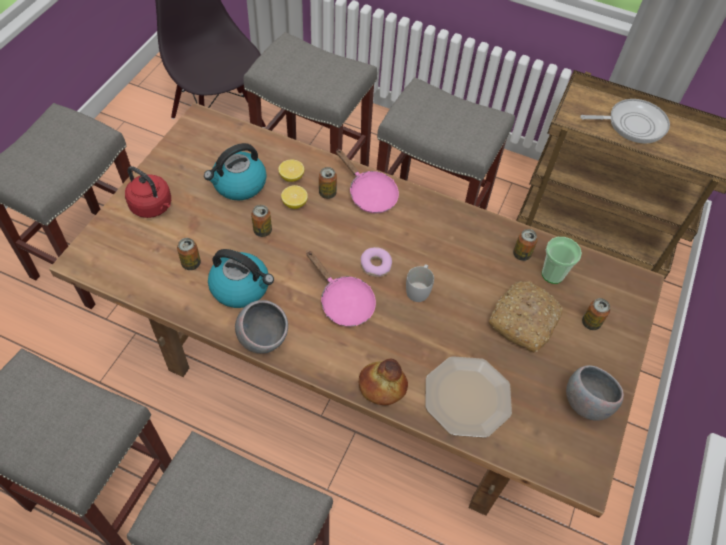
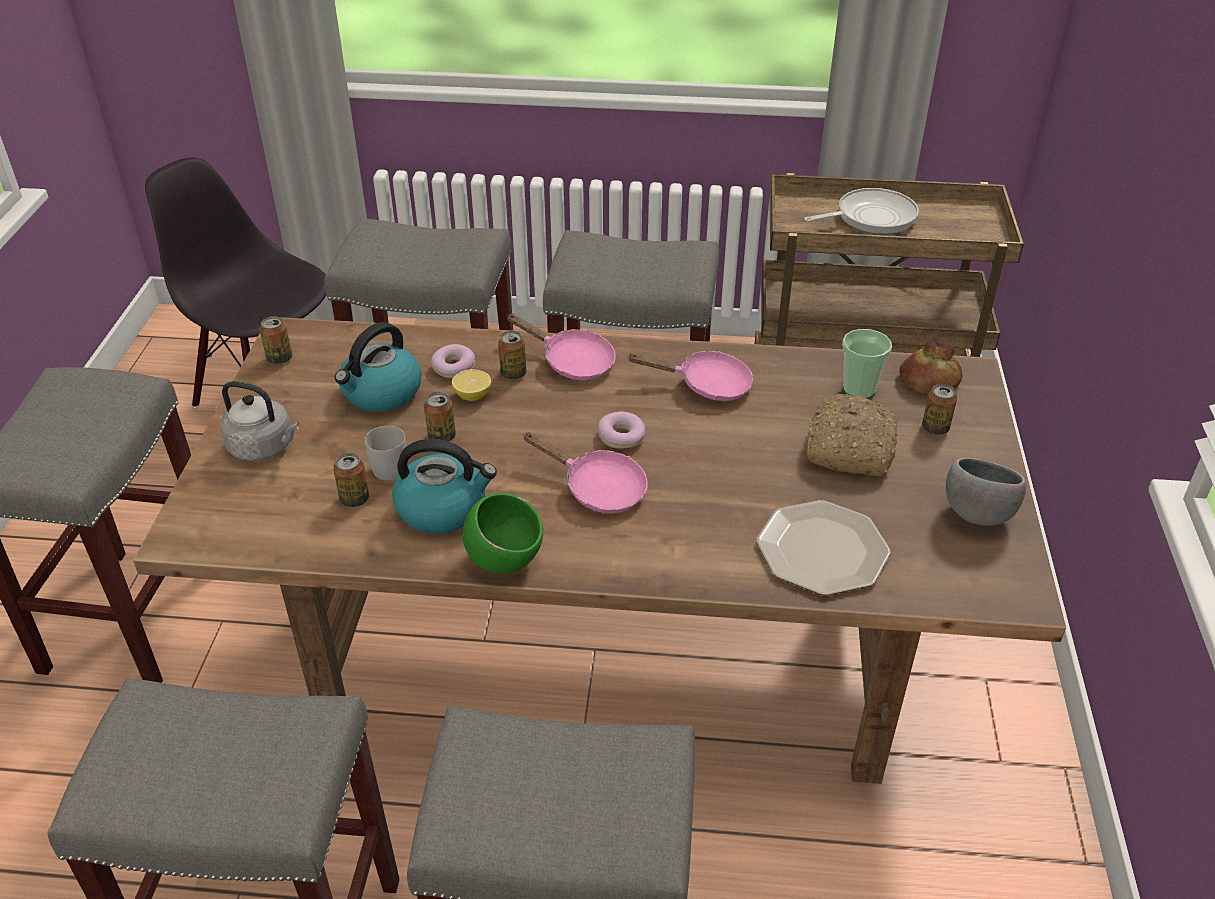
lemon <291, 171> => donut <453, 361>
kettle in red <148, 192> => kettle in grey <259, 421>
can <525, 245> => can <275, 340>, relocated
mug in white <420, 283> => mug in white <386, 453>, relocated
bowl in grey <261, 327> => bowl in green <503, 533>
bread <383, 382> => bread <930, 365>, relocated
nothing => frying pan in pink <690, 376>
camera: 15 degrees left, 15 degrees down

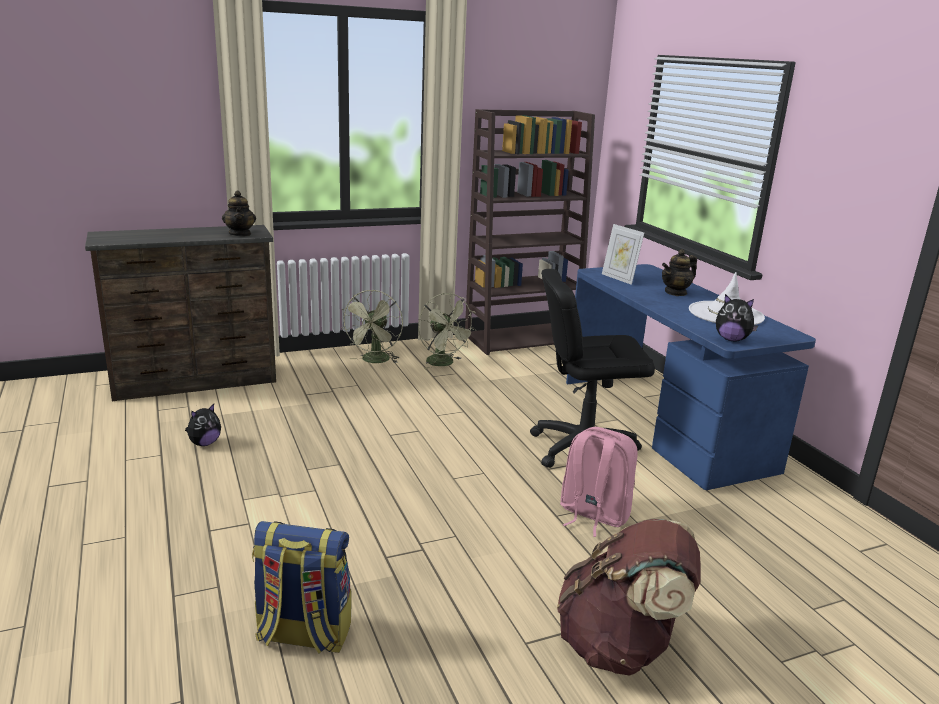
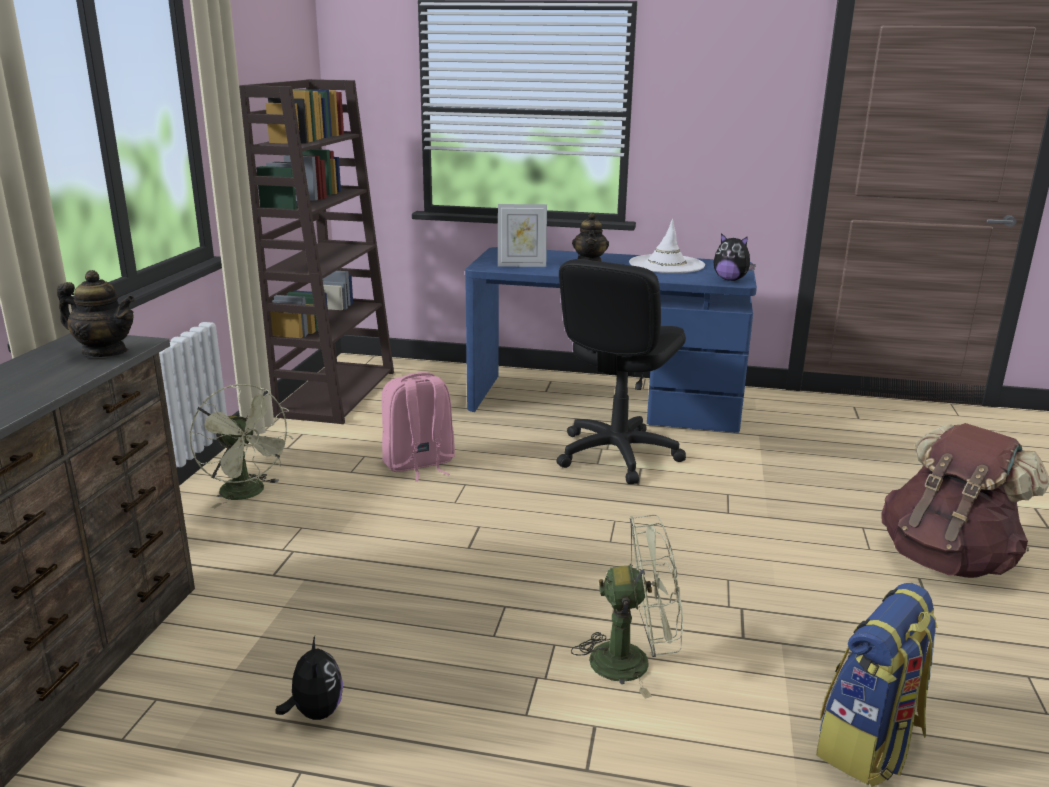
fan in green <447, 331> => fan in green <627, 607>, relocated
plush toy <737, 318> => plush toy <734, 257>, 60 degrees clockwise
backpack in pink <599, 482> => backpack in pink <418, 426>, relocated
camera: 55 degrees left, 0 degrees up

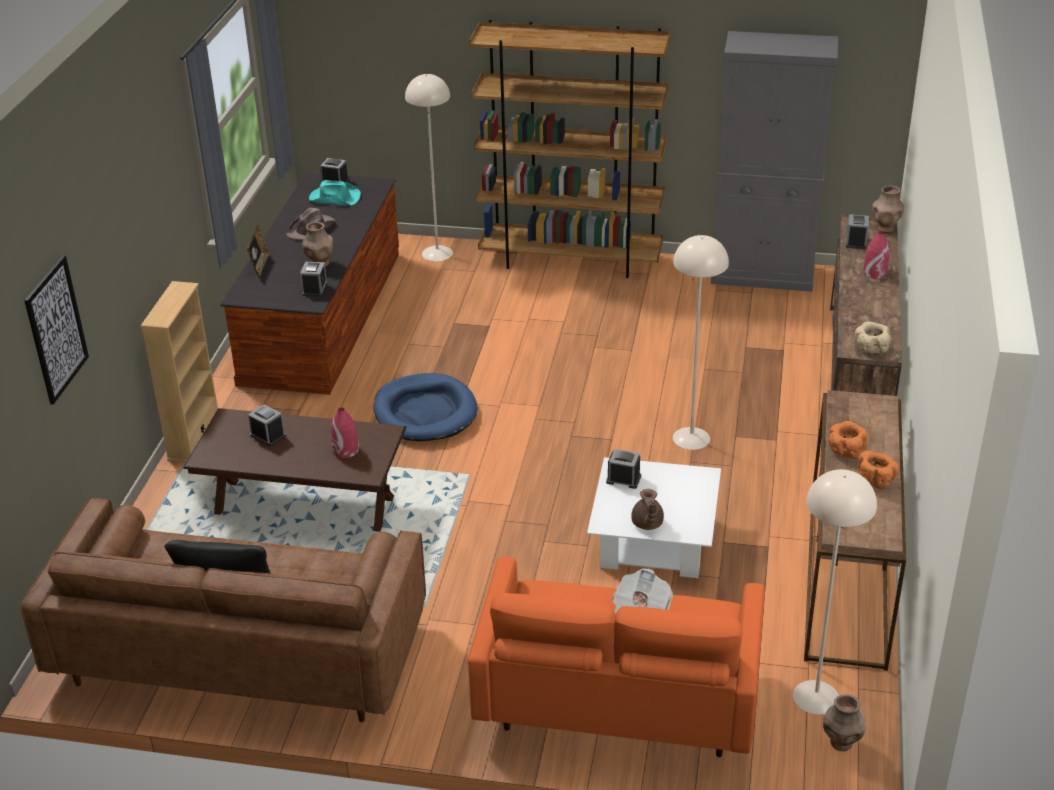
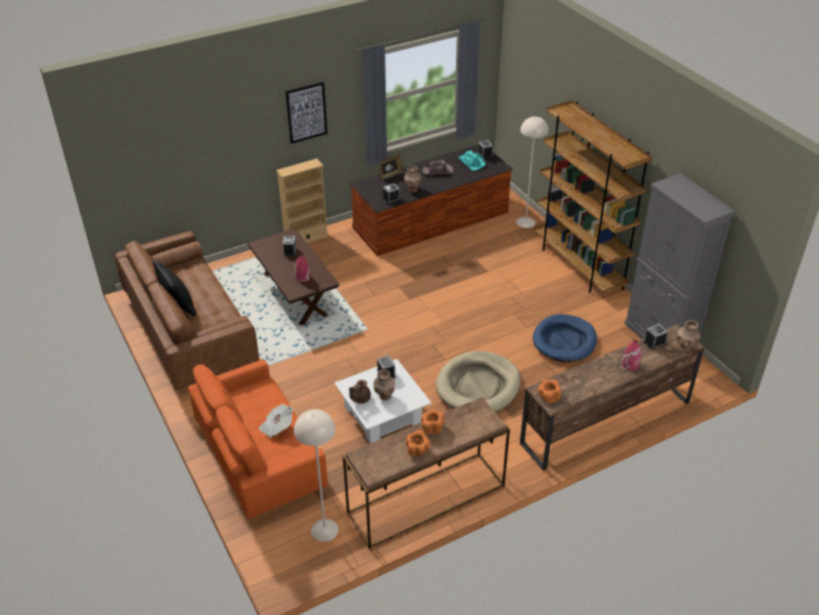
floor lamp in beige <701, 342> => dog bed in beige <478, 381>
picture <56, 330> => picture <306, 113>, relocated
bowl in beige <873, 337> => bowl in orange <549, 391>
dog bed in blue <425, 407> => dog bed in blue <565, 338>, relocated
vase in brown <844, 722> => vase in brown <384, 385>, relocated
camera: 50 degrees right, 5 degrees up

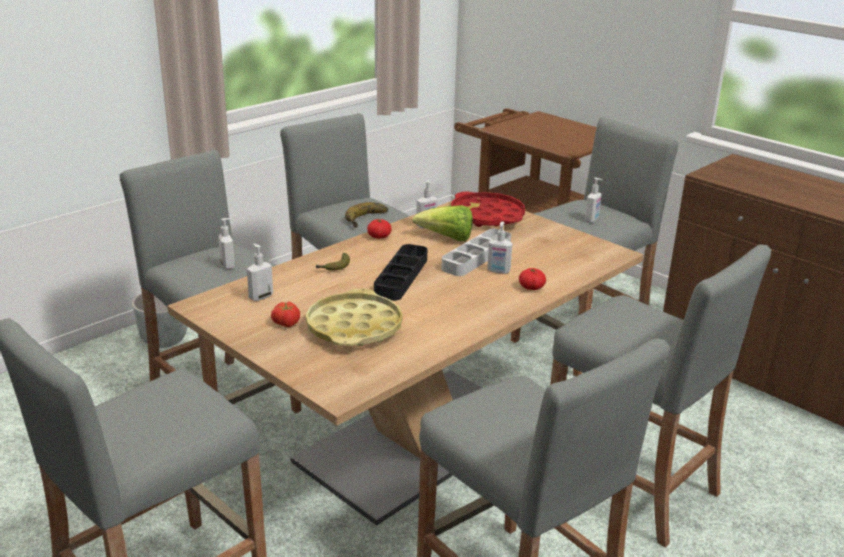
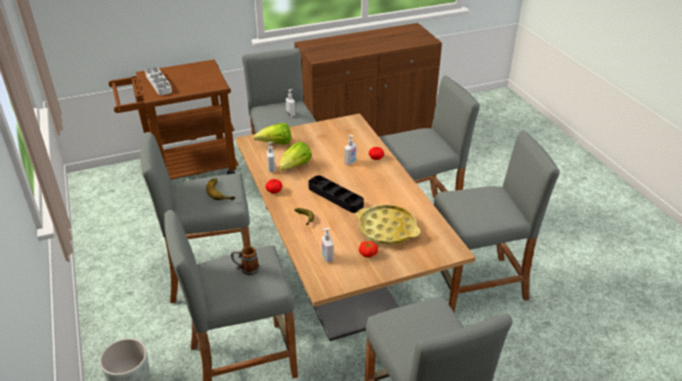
tray in red <488, 209> => lettuce <272, 134>
soap dispenser <226, 243> => mug <245, 260>
tray in grey <476, 252> => tray in grey <158, 81>, relocated
camera: 65 degrees left, 10 degrees up

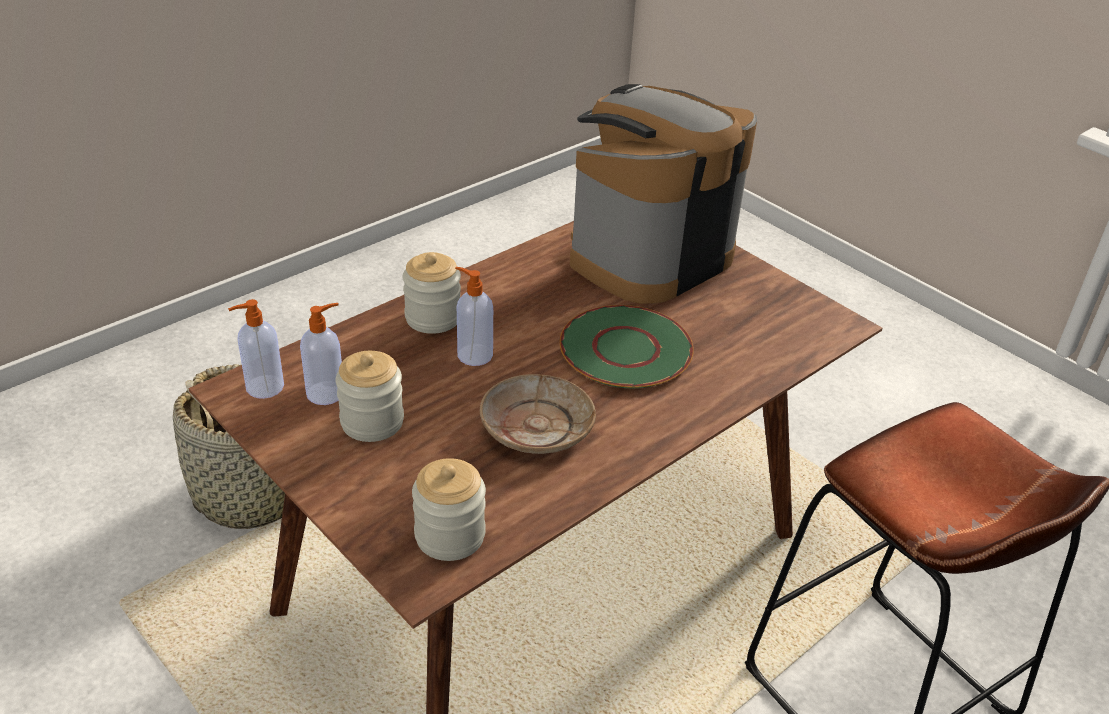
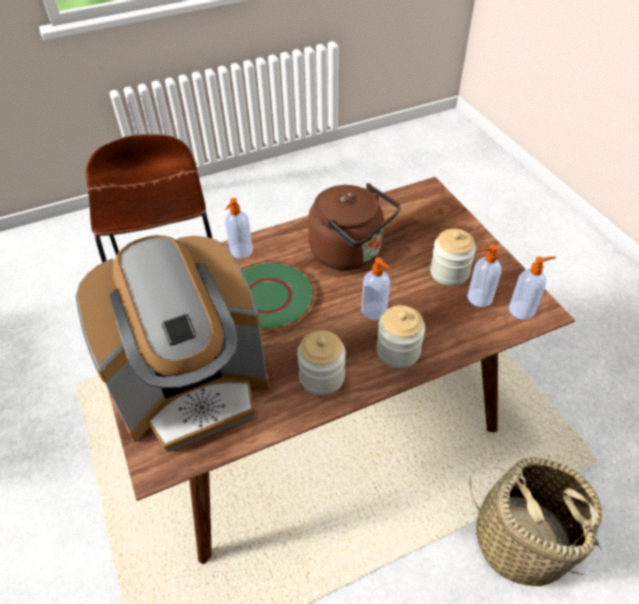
plate in beige <538, 414> => kettle in brown <354, 227>
jar <449, 509> => jar <321, 363>, relocated
nothing => soap dispenser <239, 228>
camera: 160 degrees left, 10 degrees up

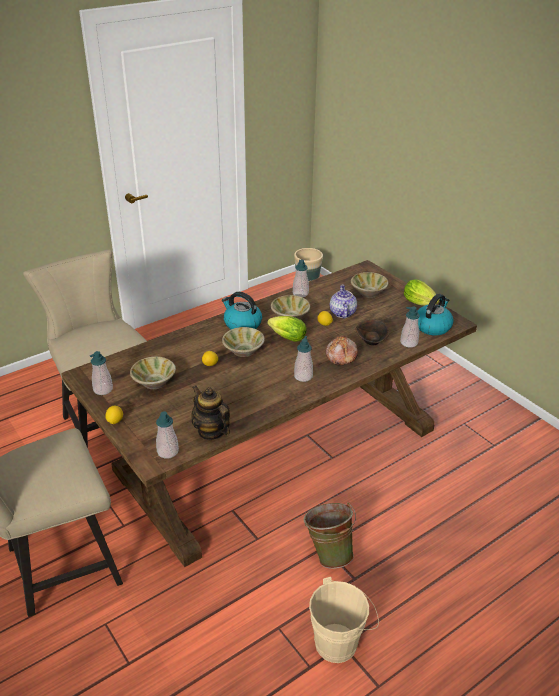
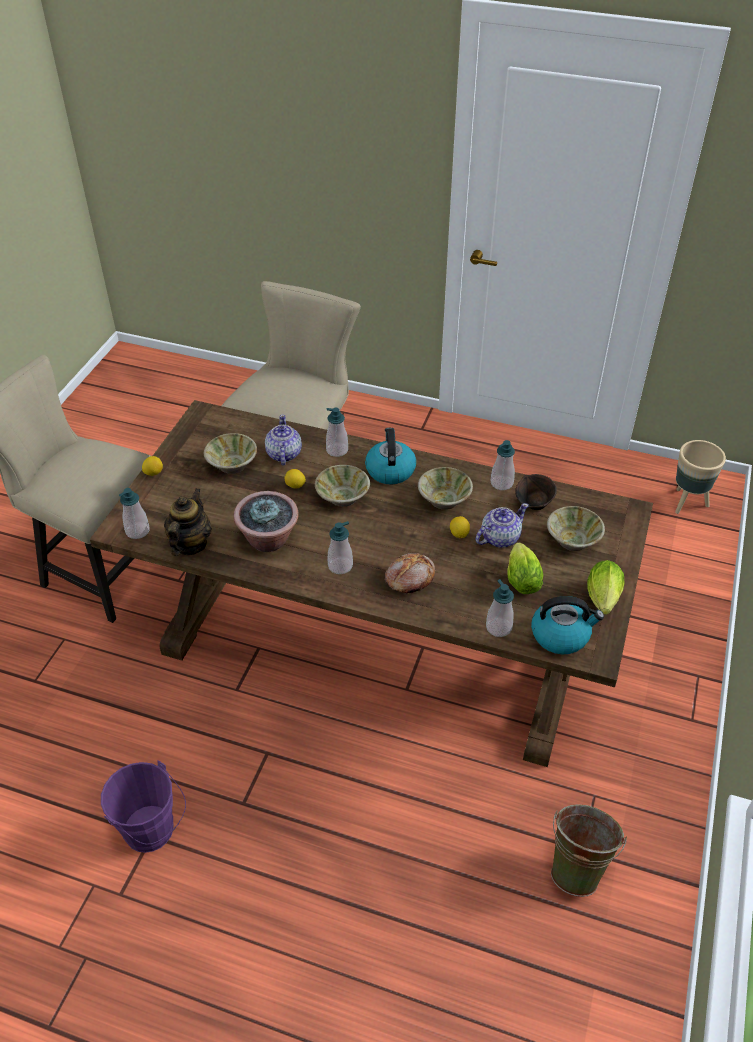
lettuce <287, 329> => lettuce <525, 568>, relocated
bowl in brown <372, 332> => bowl in brown <536, 492>, relocated
soap dispenser <101, 373> => soap dispenser <337, 432>, relocated
bucket in green <330, 535> => bucket in green <589, 850>, relocated
bucket in beige <344, 620> => bucket in purple <143, 806>
nothing => teapot <283, 439>
nothing => potted plant <266, 521>
camera: 55 degrees right, 10 degrees up

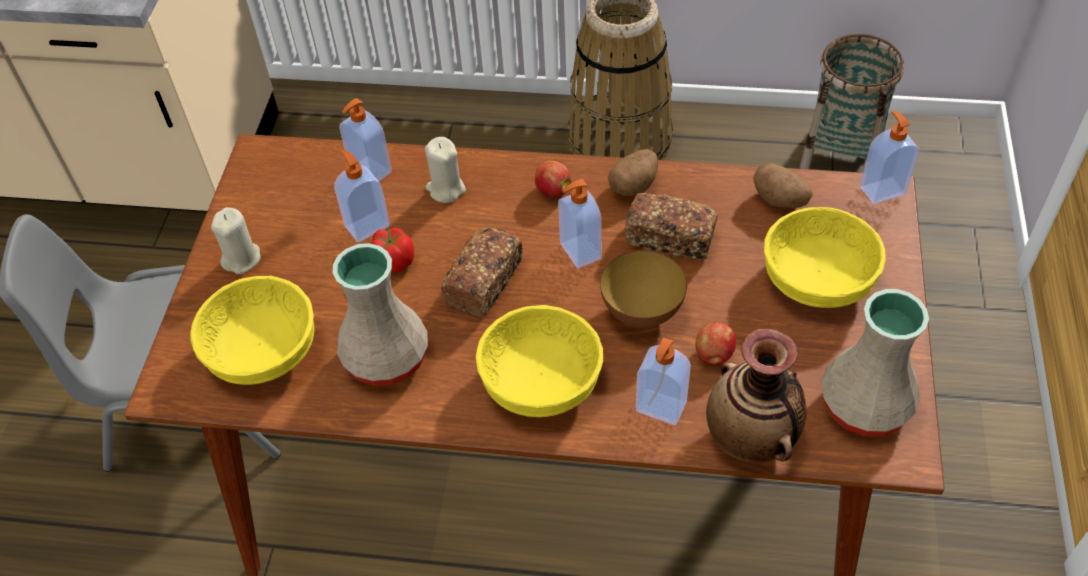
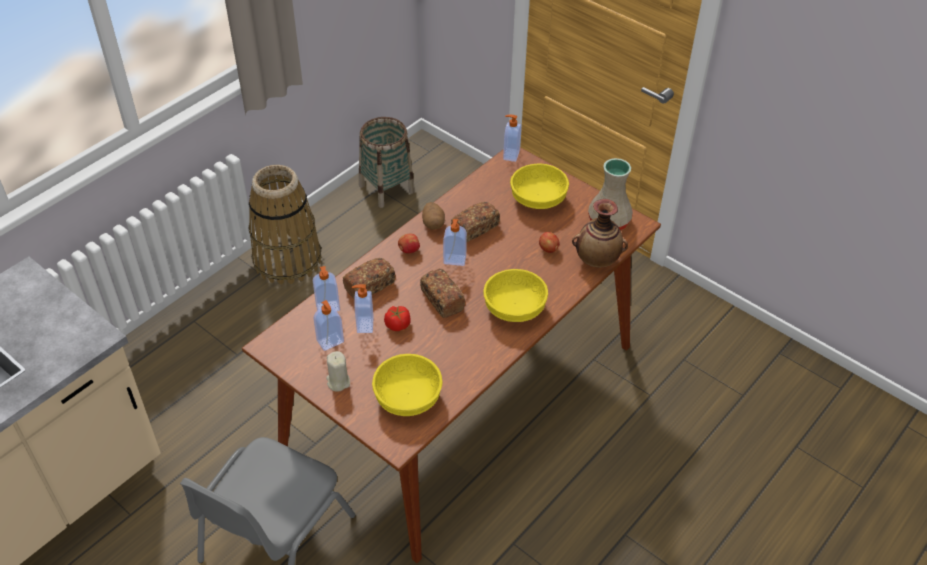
candle in beige <445, 170> => bread <369, 278>
potato <783, 185> => nothing
vase in beige <380, 314> => nothing
bowl <643, 289> => nothing
soap dispenser <663, 381> => soap dispenser <329, 325>, relocated
camera: 60 degrees left, 5 degrees down

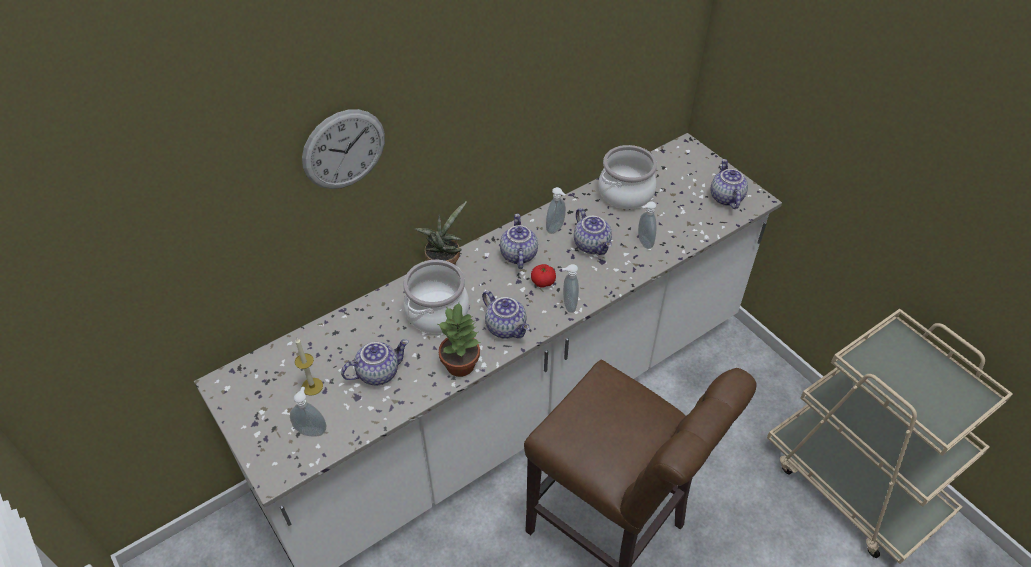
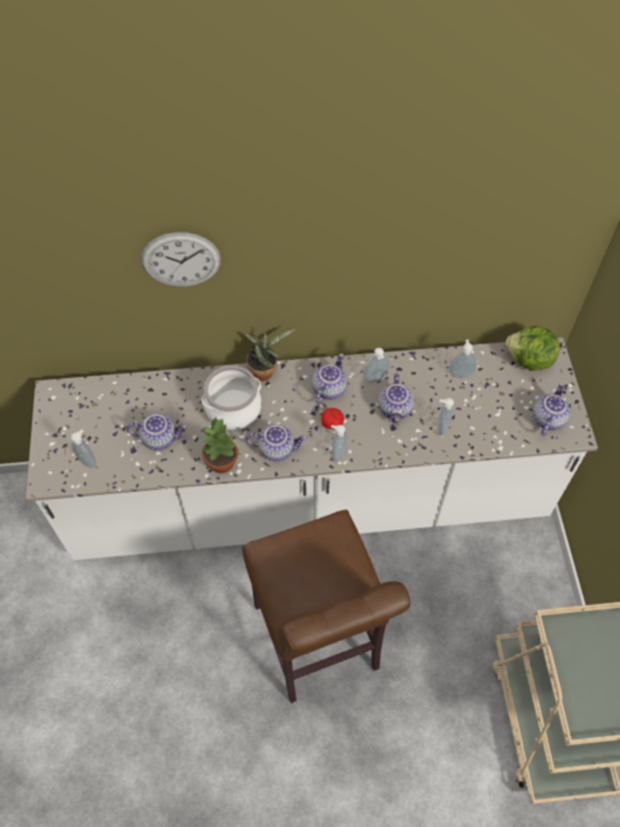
cooking pot <627, 177> => soap dispenser <463, 358>
teapot <506, 315> => teapot <276, 442>, 75 degrees counterclockwise
candle <309, 367> => nothing
nothing => lettuce <533, 348>
camera: 30 degrees right, 10 degrees up

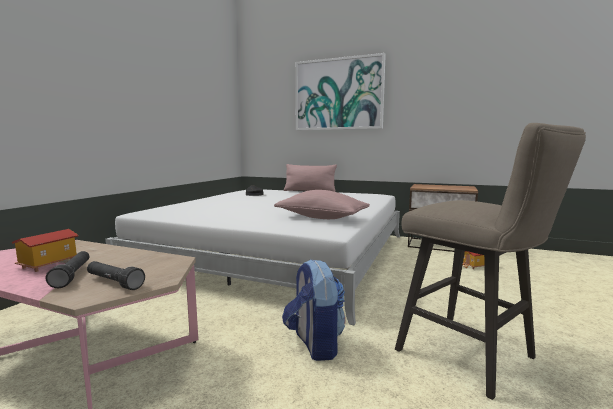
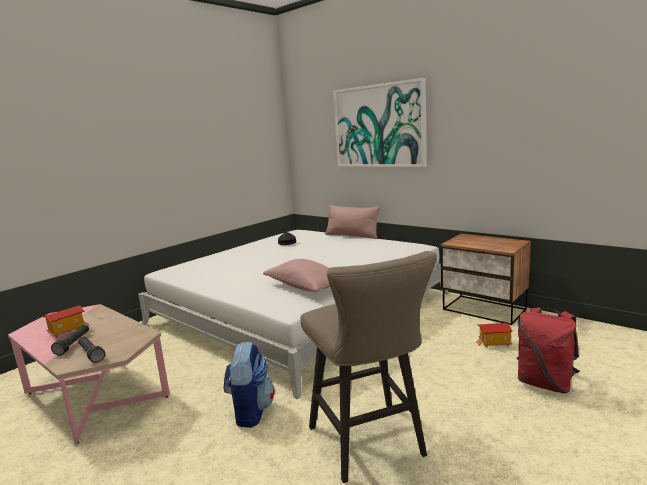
nothing => backpack in red <548, 350>
camera: 20 degrees right, 5 degrees up

